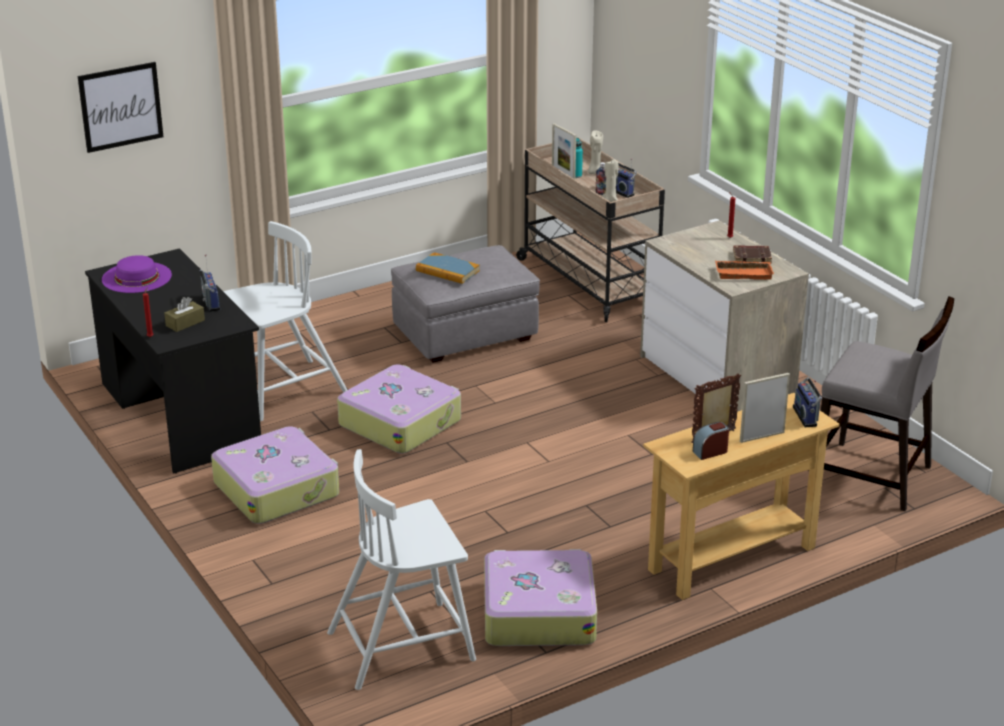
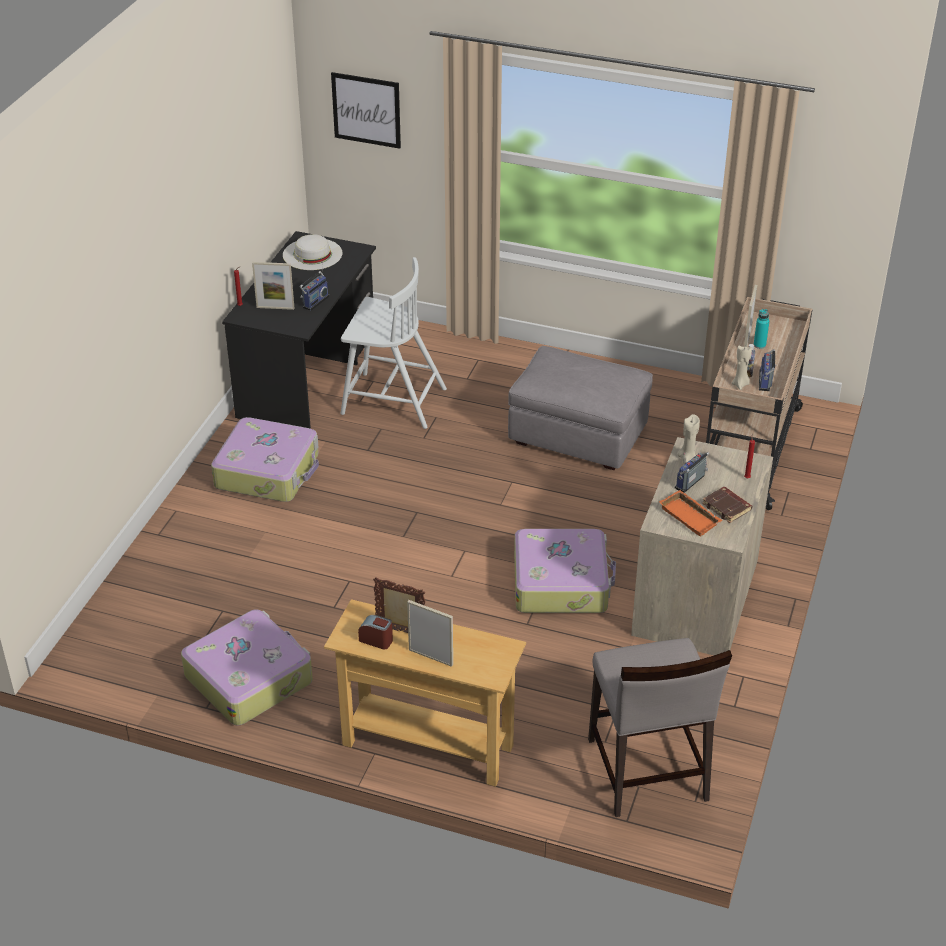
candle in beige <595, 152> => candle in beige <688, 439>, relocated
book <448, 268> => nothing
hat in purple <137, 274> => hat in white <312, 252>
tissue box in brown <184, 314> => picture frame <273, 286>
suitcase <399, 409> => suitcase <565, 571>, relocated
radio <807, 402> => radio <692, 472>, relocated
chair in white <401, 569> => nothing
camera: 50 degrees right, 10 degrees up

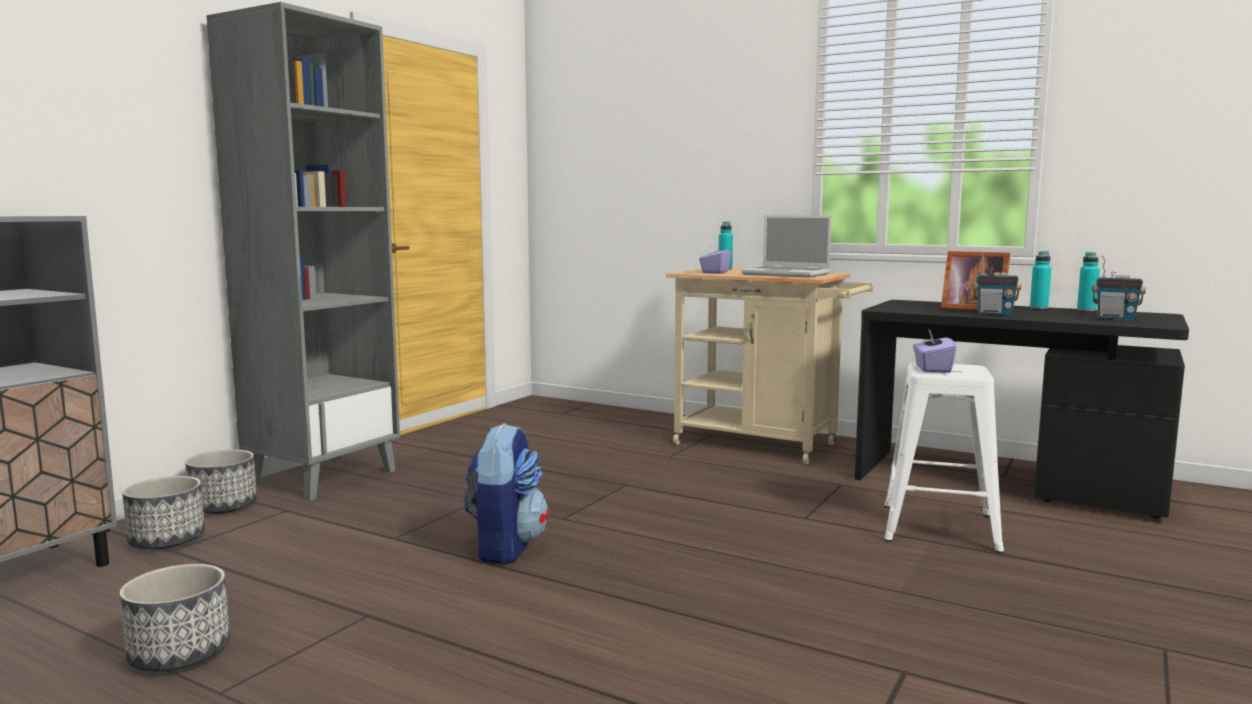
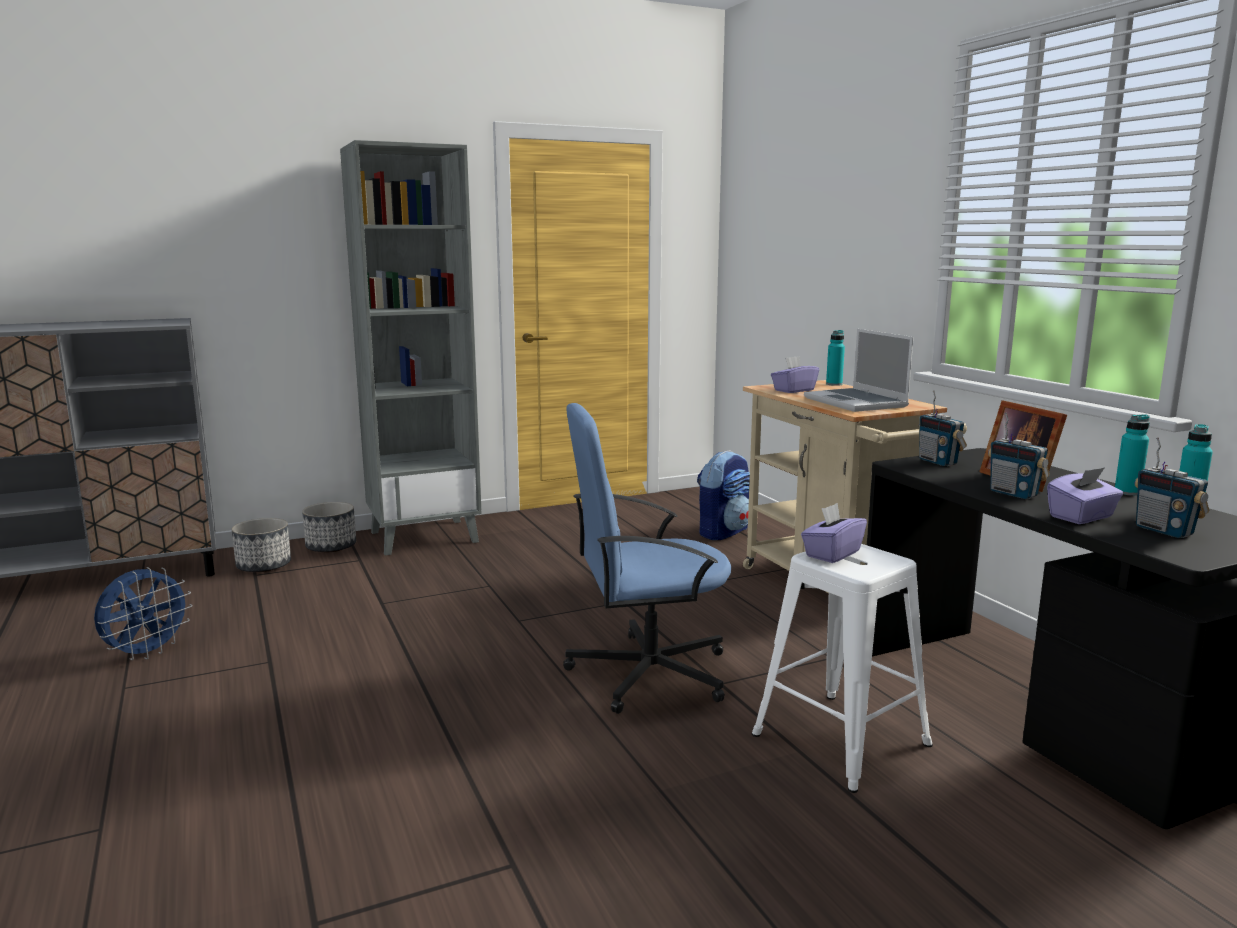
backpack <506, 493> => backpack <723, 495>, relocated
planter <174, 617> => fan in blue <143, 613>
nothing => radio <943, 428>
nothing => office chair in blue <647, 558>
nothing => tissue box in purple <1085, 495>
camera: 35 degrees right, 5 degrees up

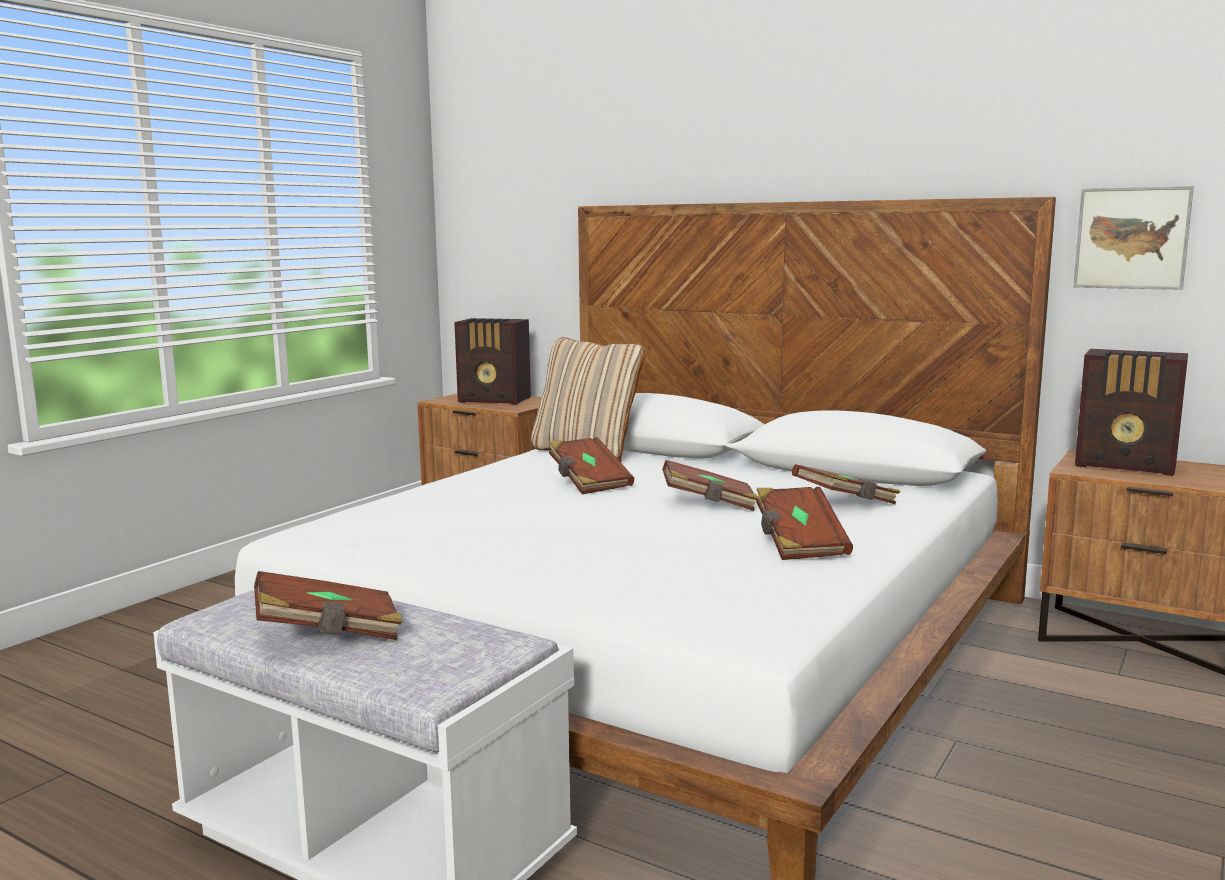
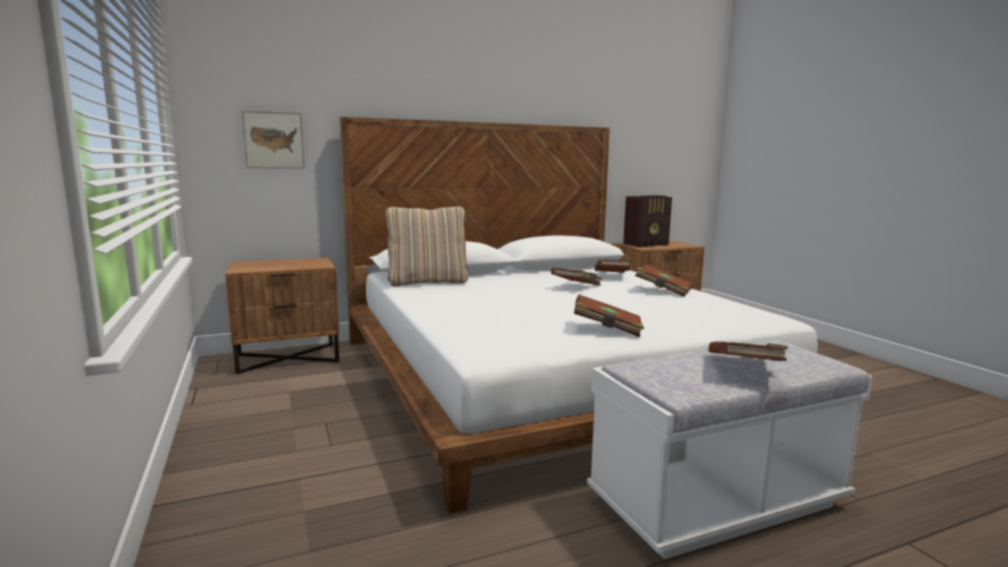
picture <1133, 238> => picture <273, 139>, relocated
radio <492, 361> => nothing
book in brown <591, 465> => book in brown <609, 315>, relocated
camera: 55 degrees left, 0 degrees up

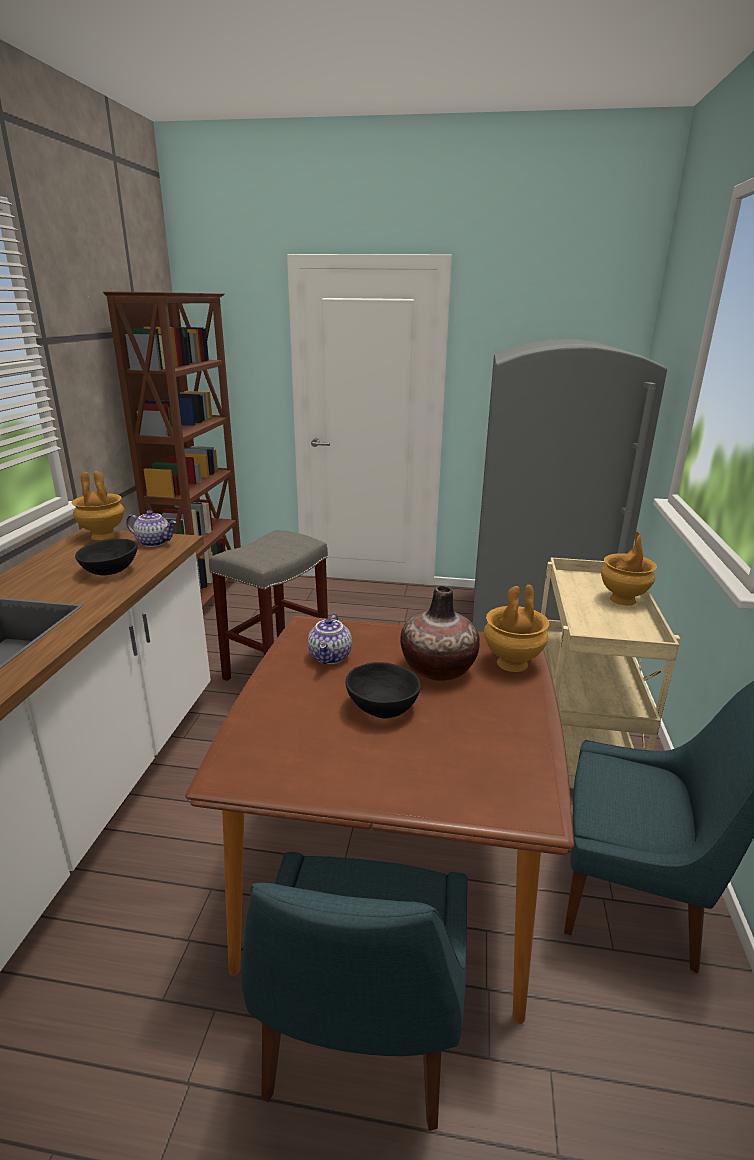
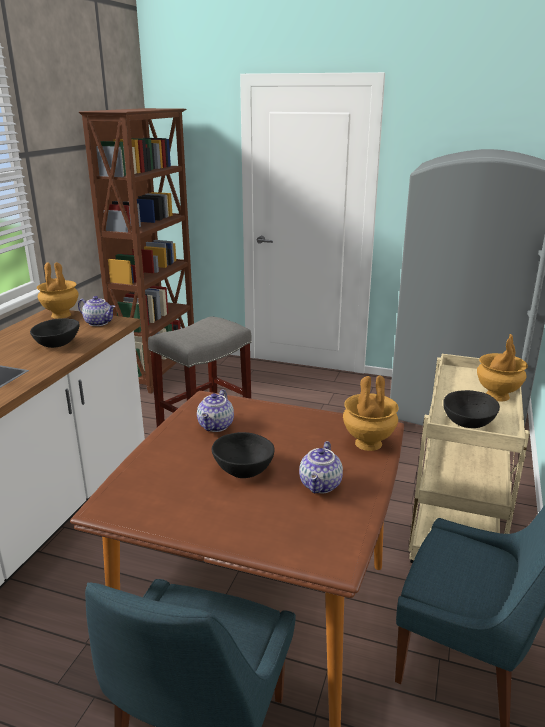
vase <440, 633> => nothing
nothing => bowl in black <471, 409>
nothing => teapot <321, 467>
camera: 10 degrees right, 0 degrees up

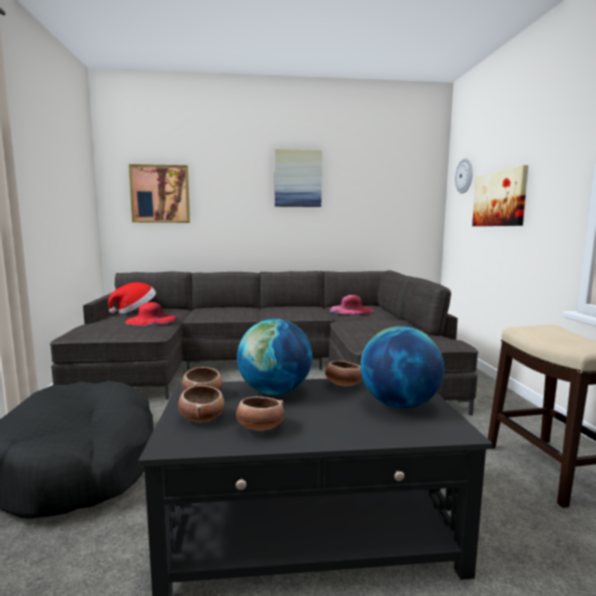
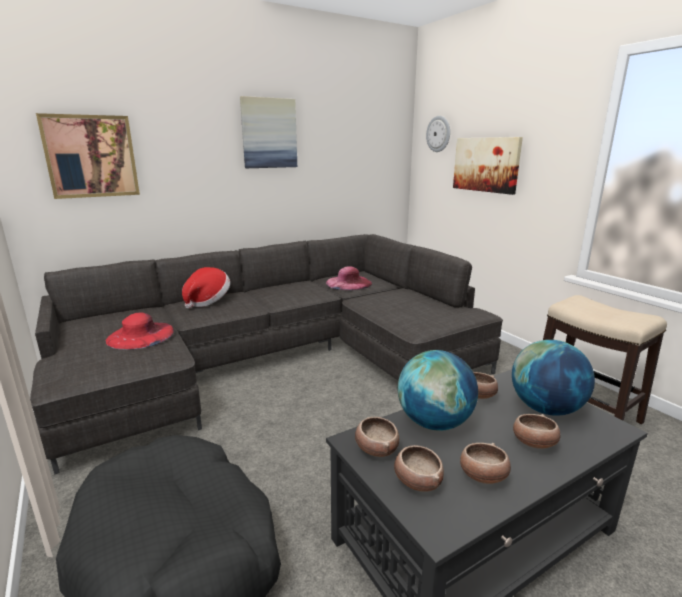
hat <132, 298> => hat <206, 288>, relocated
nothing => bowl <536, 431>
camera: 25 degrees left, 10 degrees up

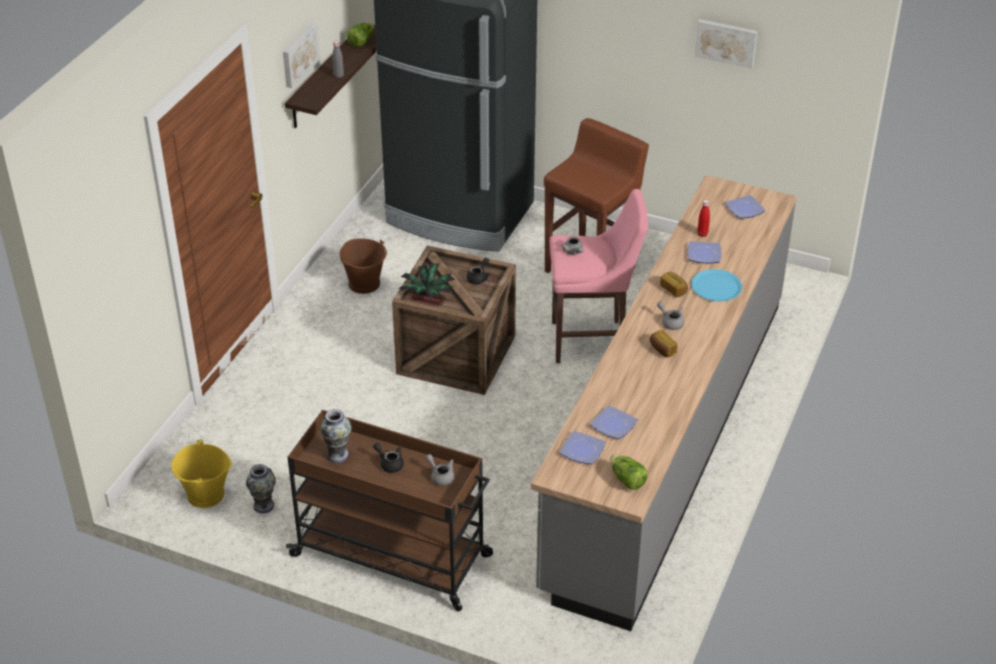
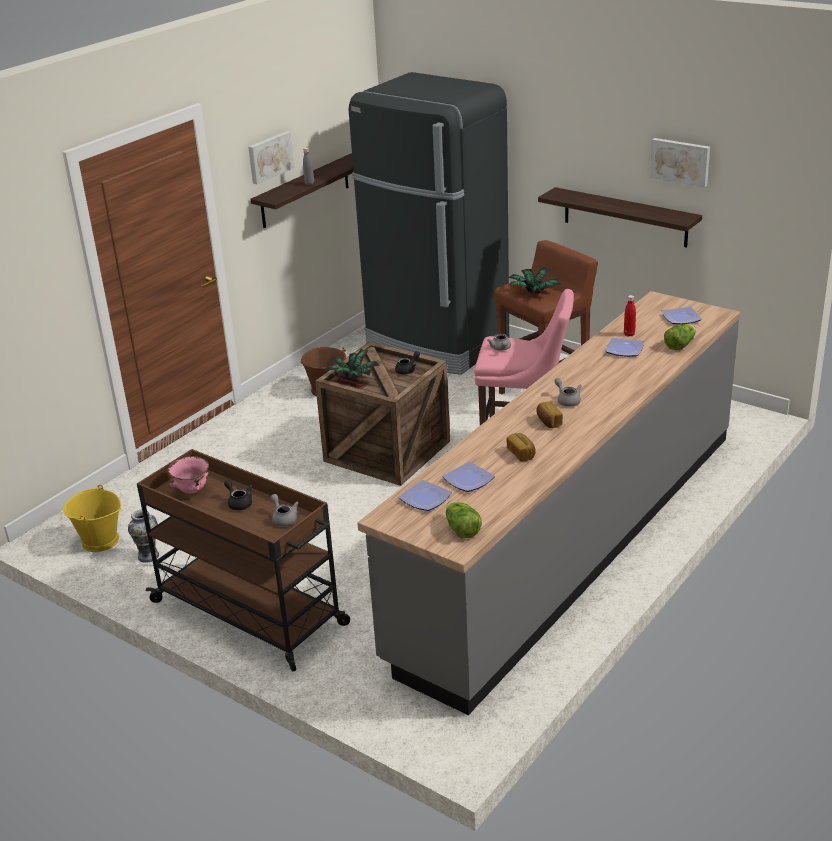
lettuce <360, 35> => lettuce <680, 337>, relocated
plate in blue <716, 285> => nothing
bread <674, 284> => bread <521, 447>, relocated
vase <336, 436> => bowl in pink <188, 474>
nothing => shelf <620, 217>
nothing => potted plant <534, 280>
camera: 15 degrees right, 10 degrees down

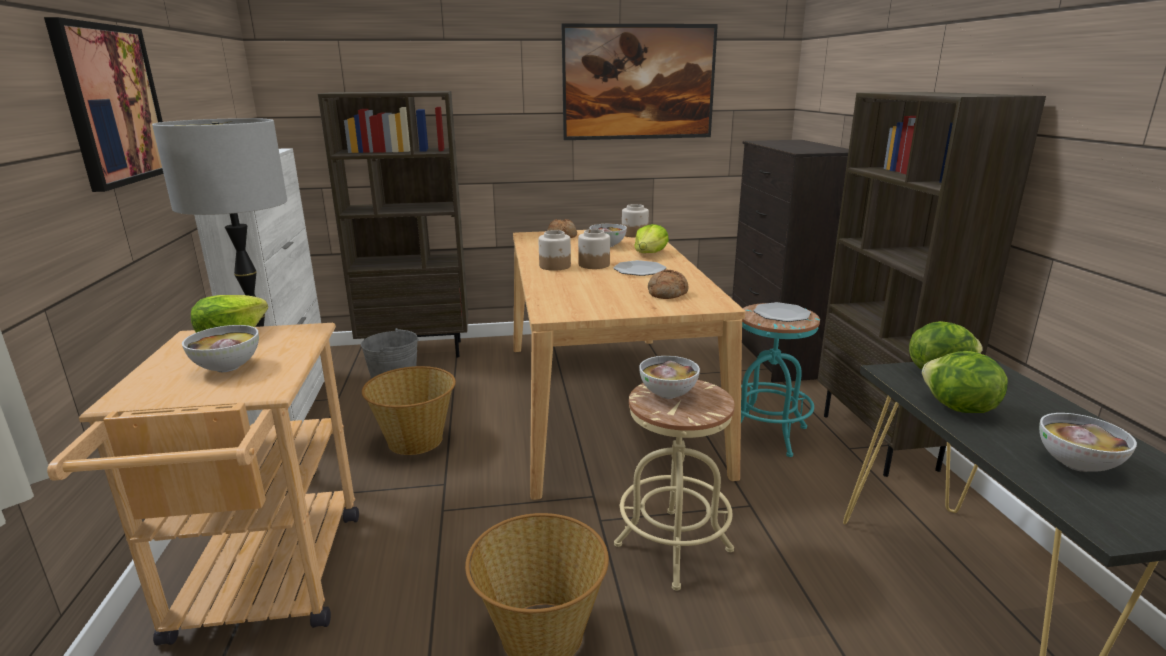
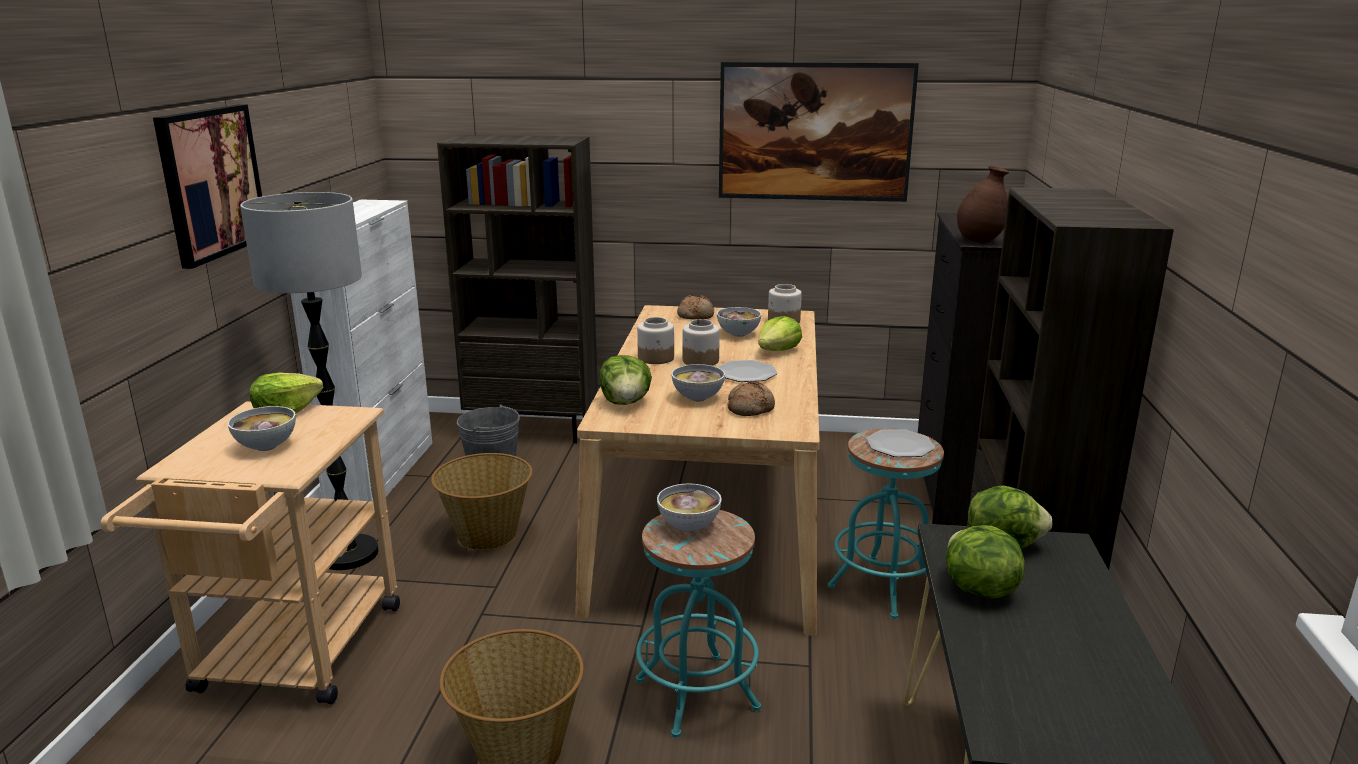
stool in beige <674, 485> => stool in turquoise <698, 624>
bowl <1088, 442> => bowl <698, 382>, relocated
nothing => vase in brown <983, 204>
nothing => lettuce <626, 380>
camera: 15 degrees right, 0 degrees up

